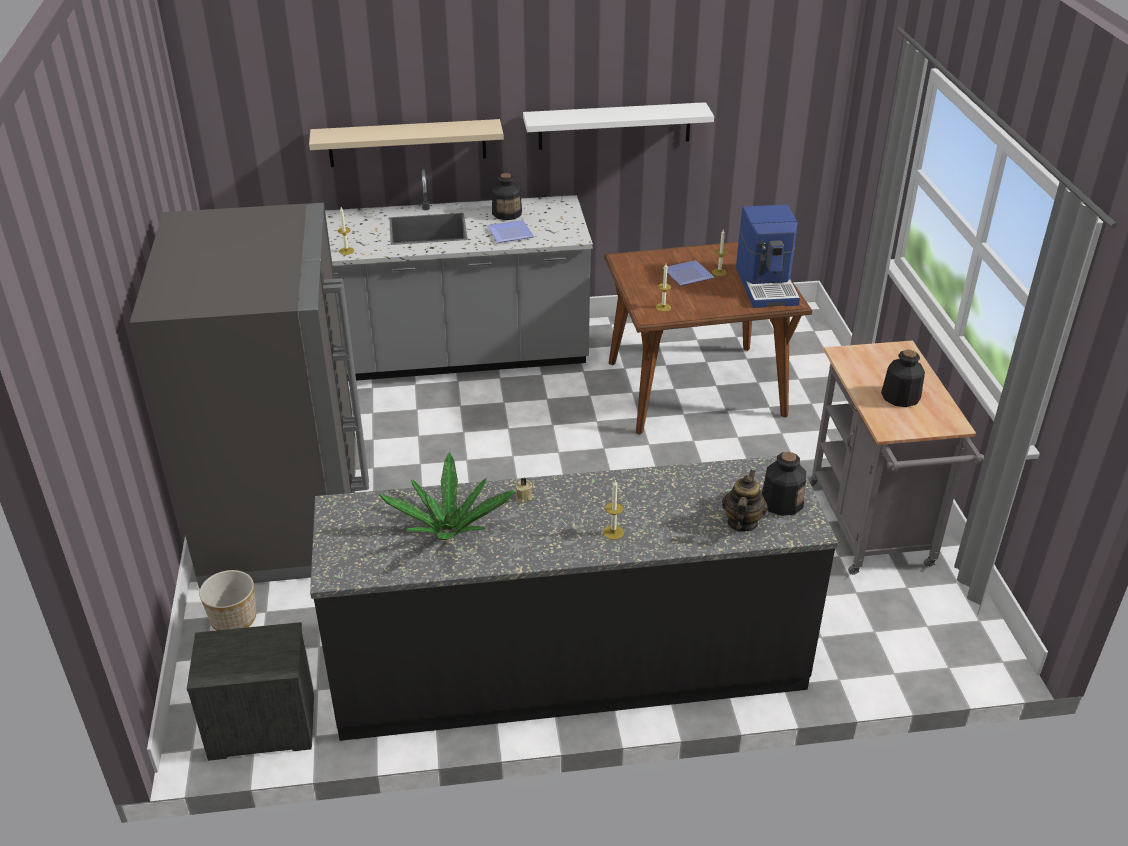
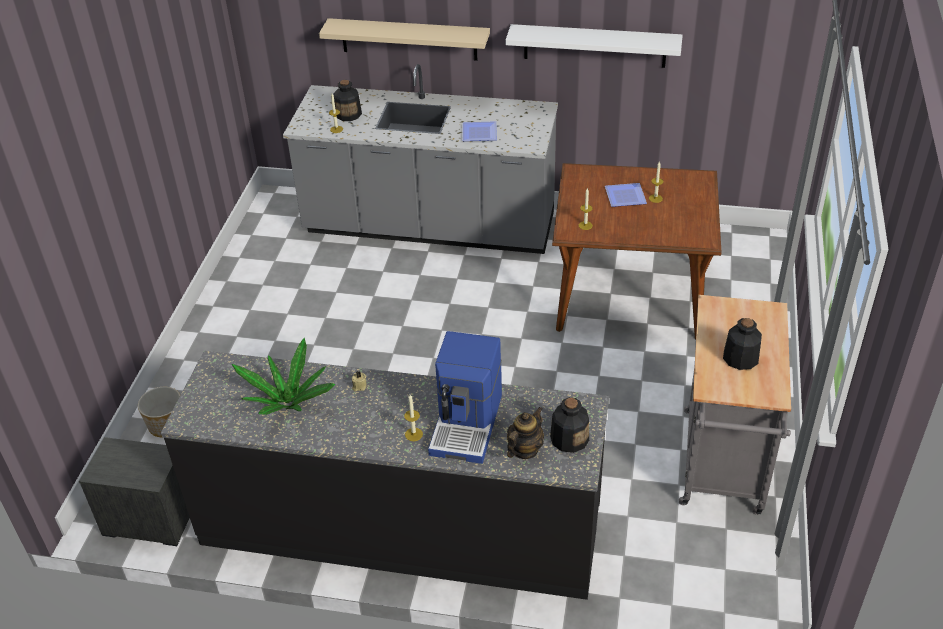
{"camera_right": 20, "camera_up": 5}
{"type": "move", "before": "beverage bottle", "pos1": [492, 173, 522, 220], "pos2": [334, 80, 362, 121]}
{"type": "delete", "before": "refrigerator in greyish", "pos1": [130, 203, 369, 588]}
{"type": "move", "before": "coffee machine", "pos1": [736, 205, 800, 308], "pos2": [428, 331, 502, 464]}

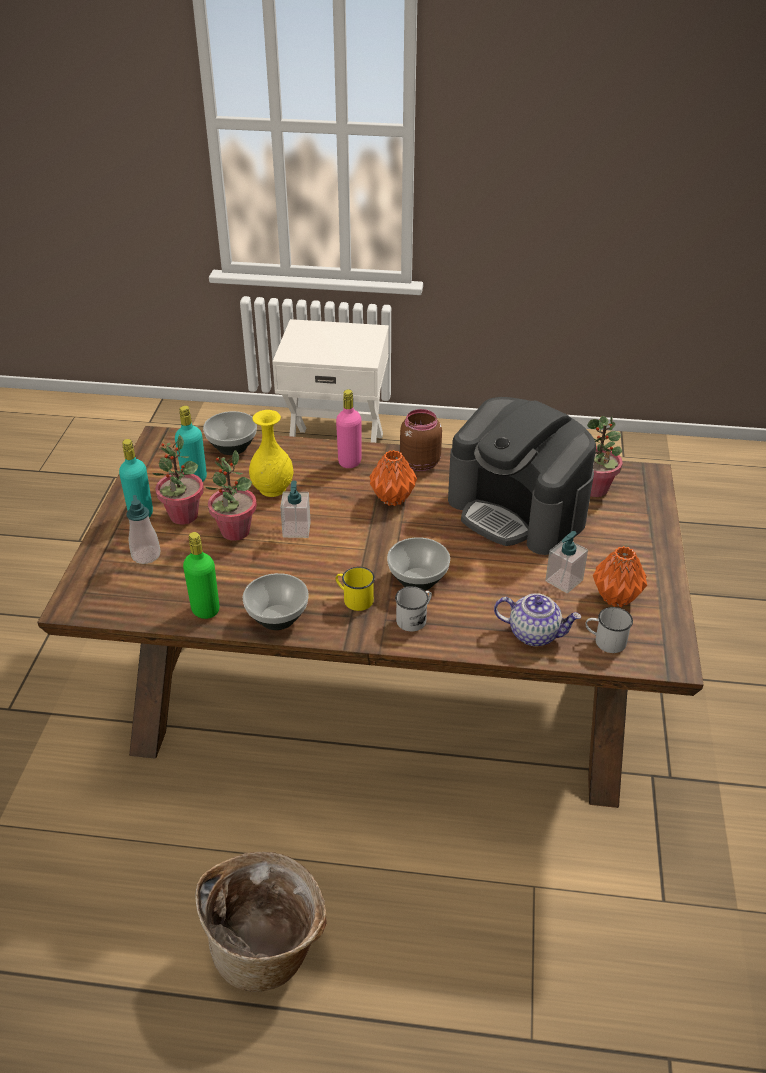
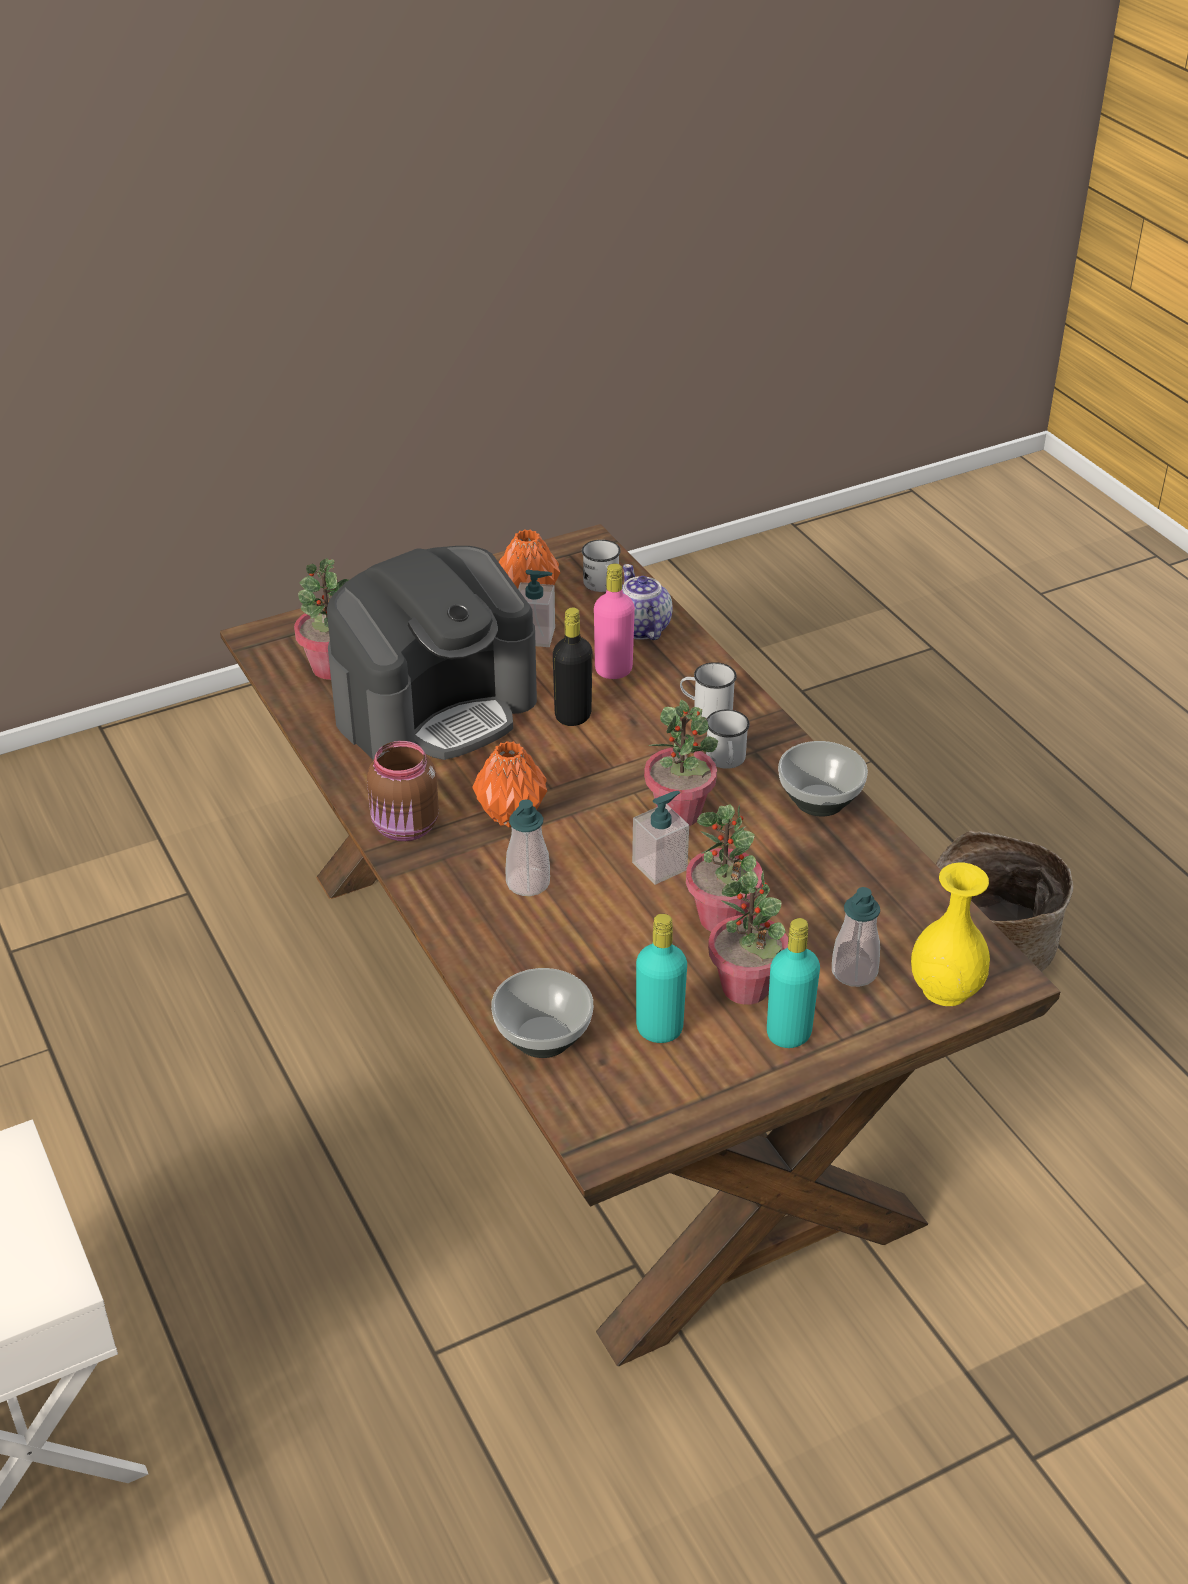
{"camera_right": -125, "camera_up": 0}
{"type": "move", "before": "beverage bottle in pink", "pos1": [336, 389, 361, 468], "pos2": [594, 563, 635, 679]}
{"type": "rotate", "before": "coffee machine", "pos1": [448, 397, 596, 555], "pos2": [327, 546, 537, 760], "turn": 45}
{"type": "move", "before": "vase in yellow-coloured", "pos1": [249, 410, 293, 497], "pos2": [911, 863, 990, 1006]}
{"type": "delete", "before": "beverage bottle in green", "pos1": [183, 532, 219, 619]}
{"type": "delete", "before": "serving bowl", "pos1": [387, 537, 450, 591]}
{"type": "recolor", "before": "tea mug in yellow-coloured", "after": "tea mug in whitish", "pos1": [336, 567, 375, 611], "pos2": [706, 709, 750, 769]}
{"type": "insert", "after": "beverage bottle in blackish", "pos2": [553, 608, 593, 726]}
{"type": "insert", "after": "potted plant", "pos2": [644, 699, 718, 826]}
{"type": "insert", "after": "liquid soap bottle", "pos2": [505, 799, 550, 896]}

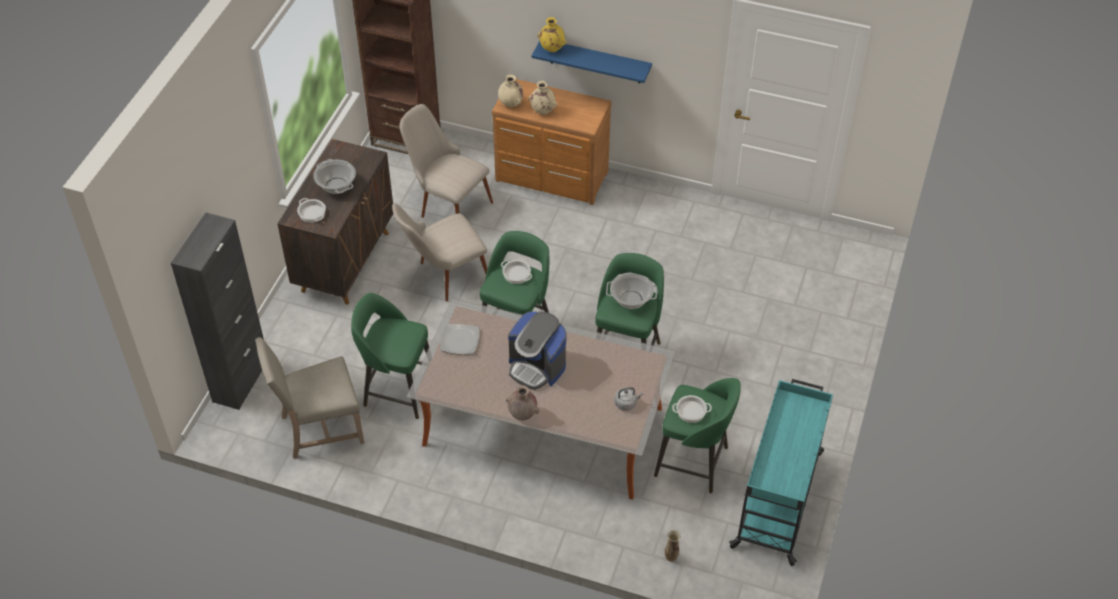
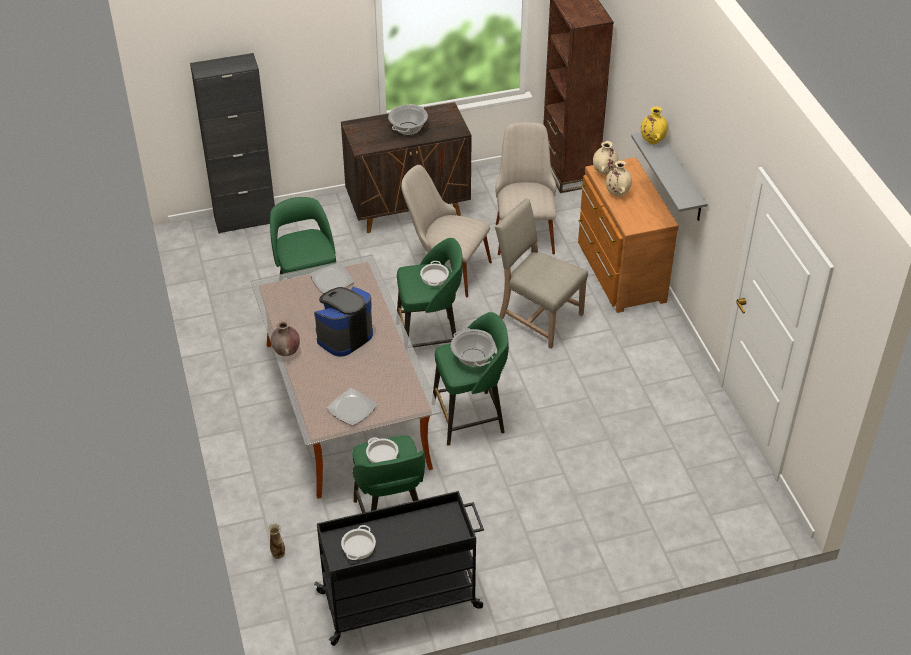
{"camera_right": 55, "camera_up": -5}
{"type": "recolor", "before": "shelf in blue", "after": "shelf in greyish", "pos1": [532, 41, 652, 83], "pos2": [631, 133, 707, 221]}
{"type": "move", "before": "saucepot", "pos1": [297, 198, 326, 223], "pos2": [341, 525, 376, 560]}
{"type": "rotate", "before": "coffee machine", "pos1": [508, 311, 567, 390], "pos2": [314, 287, 373, 357], "turn": 45}
{"type": "move", "before": "chair in beige-coloured", "pos1": [255, 337, 364, 459], "pos2": [495, 198, 588, 349]}
{"type": "recolor", "before": "wheeled cart in turquoise", "after": "wheeled cart in blackish", "pos1": [729, 379, 833, 566], "pos2": [314, 491, 484, 646]}
{"type": "replace", "before": "kettle in greyish", "after": "plate", "pos1": [614, 387, 643, 411], "pos2": [327, 388, 377, 426]}

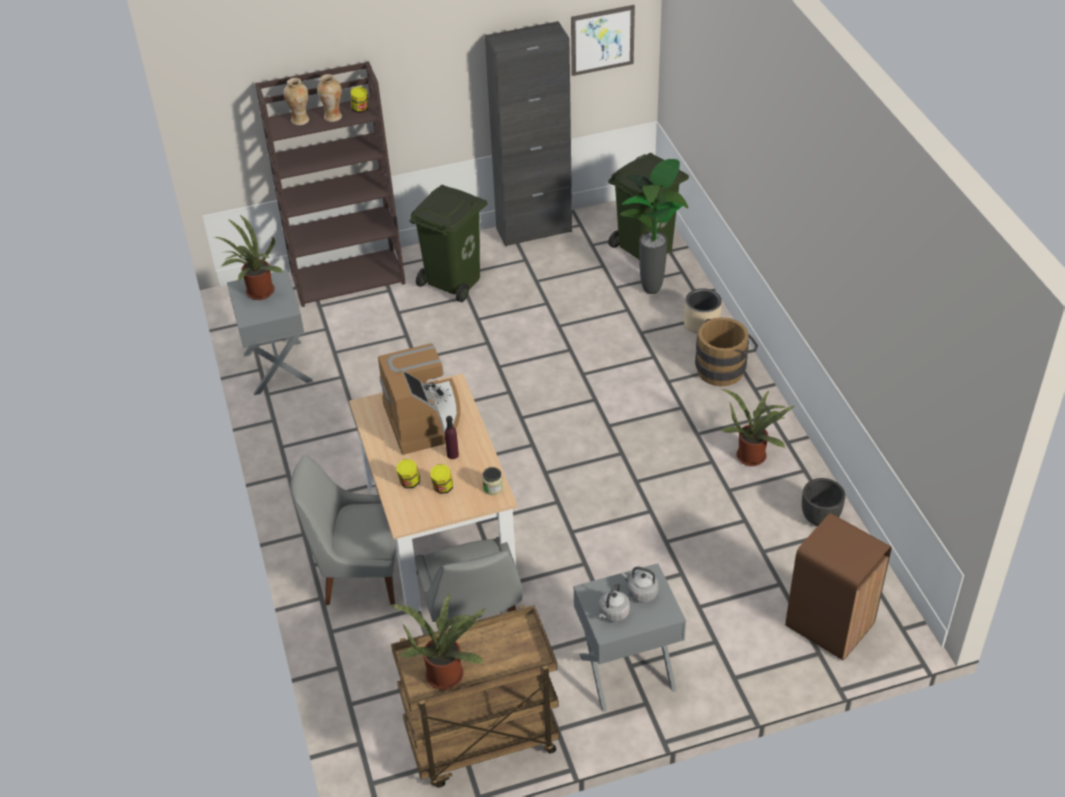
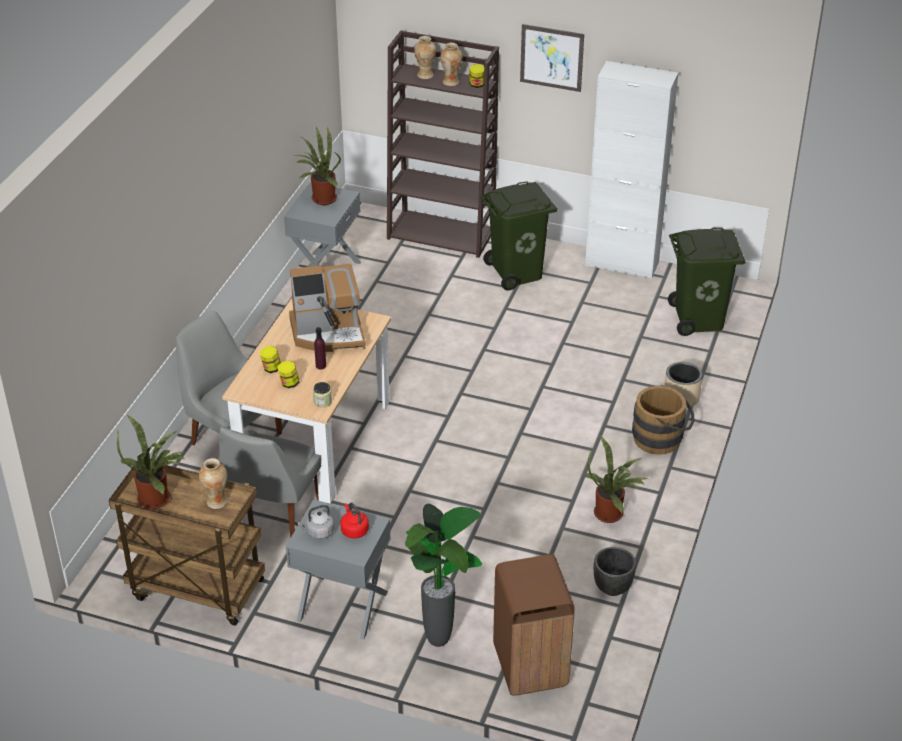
{"camera_right": 35, "camera_up": -5}
{"type": "move", "before": "picture", "pos1": [571, 5, 635, 76], "pos2": [520, 24, 584, 92]}
{"type": "recolor", "before": "cupboard in blackish", "after": "cupboard in whitish", "pos1": [485, 21, 572, 247], "pos2": [585, 61, 678, 279]}
{"type": "move", "before": "potted plant", "pos1": [620, 159, 688, 294], "pos2": [405, 504, 482, 647]}
{"type": "rotate", "before": "coffee machine", "pos1": [378, 343, 460, 455], "pos2": [289, 264, 366, 352], "turn": 60}
{"type": "recolor", "before": "kettle in greyish", "after": "kettle in red-coloured", "pos1": [621, 567, 659, 603], "pos2": [340, 502, 369, 539]}
{"type": "insert", "after": "vase", "pos2": [199, 458, 228, 509]}

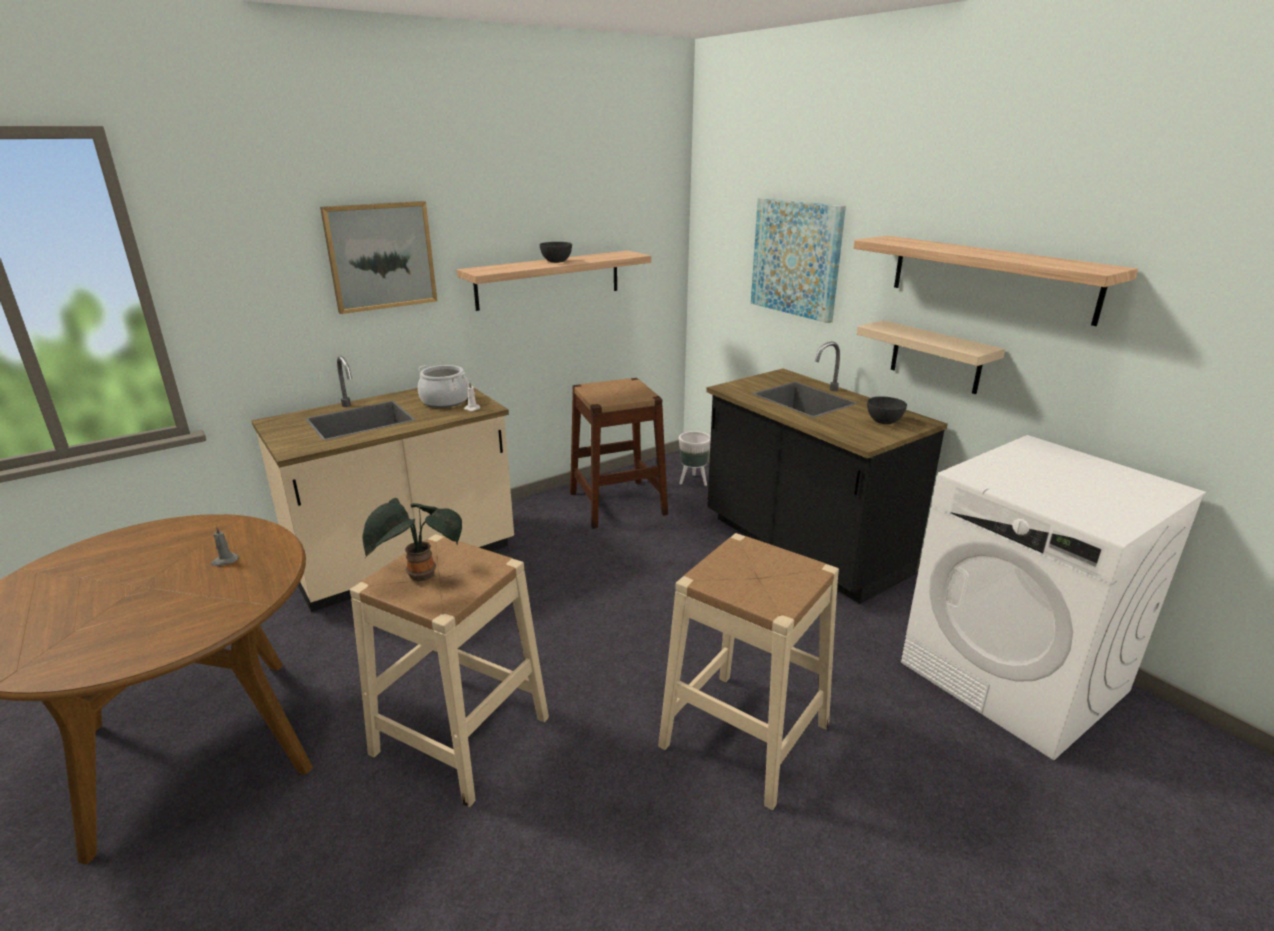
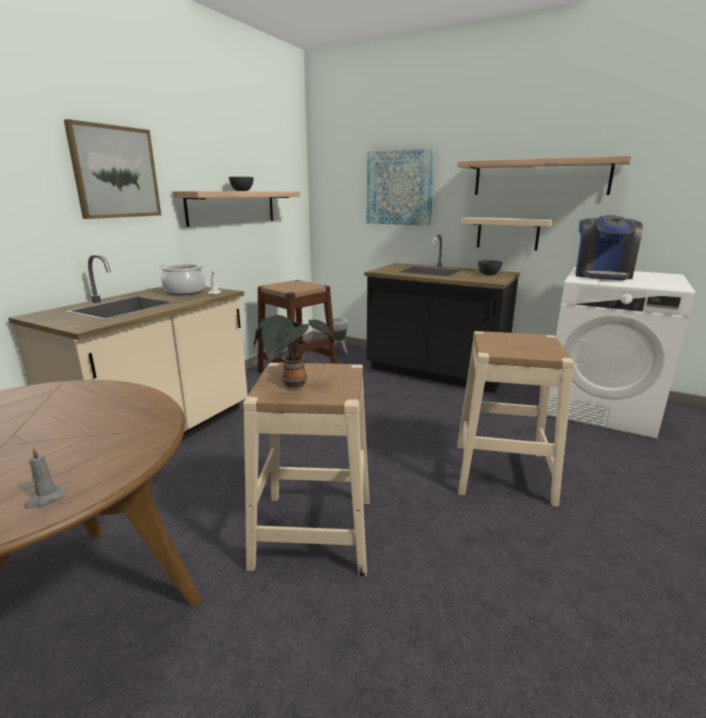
{"camera_right": -25, "camera_up": -5}
{"type": "move", "before": "wax candle in greyish", "pos1": [211, 526, 238, 566], "pos2": [24, 447, 66, 509]}
{"type": "insert", "after": "coffee machine", "pos2": [575, 215, 643, 280]}

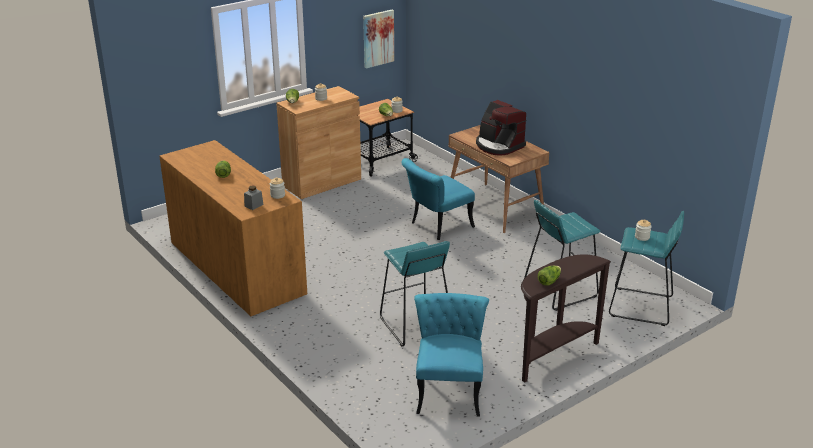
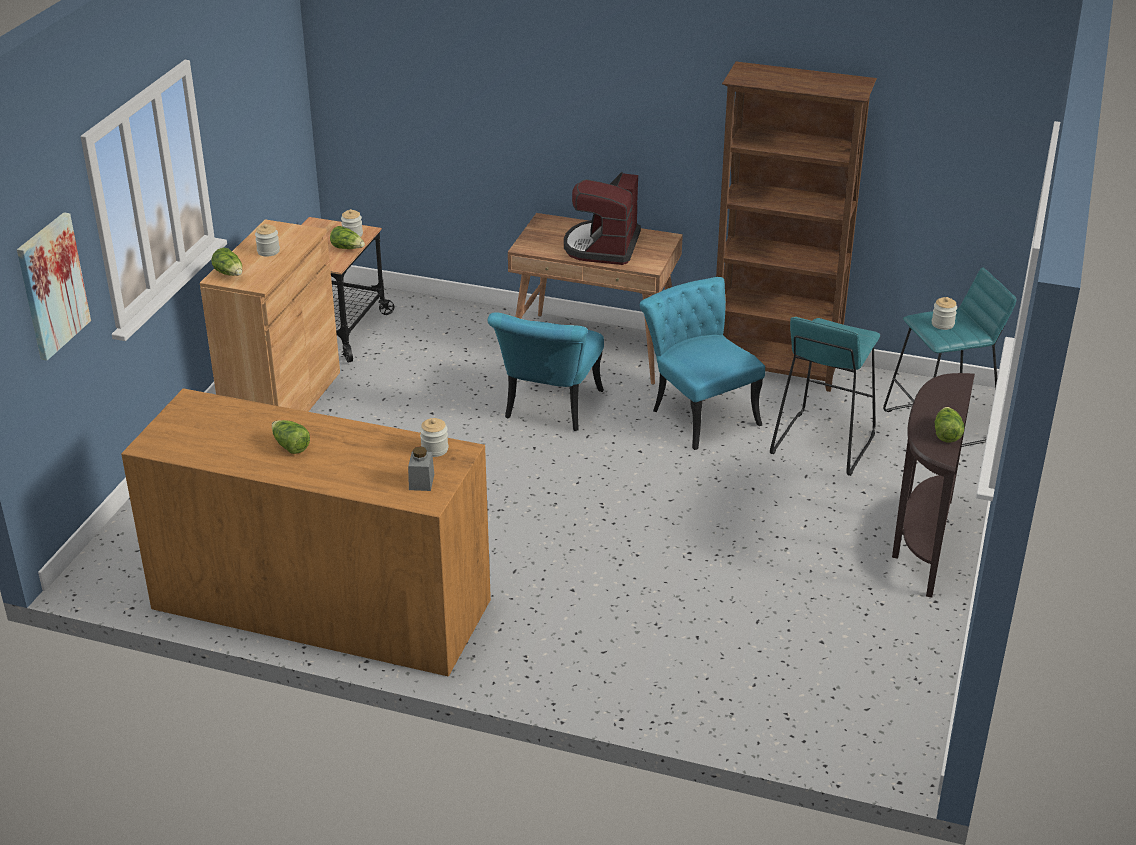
{"camera_right": -35, "camera_up": 5}
{"type": "move", "before": "picture", "pos1": [363, 10, 394, 68], "pos2": [17, 212, 91, 361]}
{"type": "rotate", "before": "coffee machine", "pos1": [476, 100, 527, 156], "pos2": [564, 172, 641, 265], "turn": 90}
{"type": "delete", "before": "stool seat in turquoise", "pos1": [380, 241, 450, 347]}
{"type": "move", "before": "chair in turquoise", "pos1": [414, 293, 489, 417], "pos2": [640, 277, 765, 450]}
{"type": "insert", "after": "bookshelf in brown", "pos2": [716, 62, 877, 392]}

